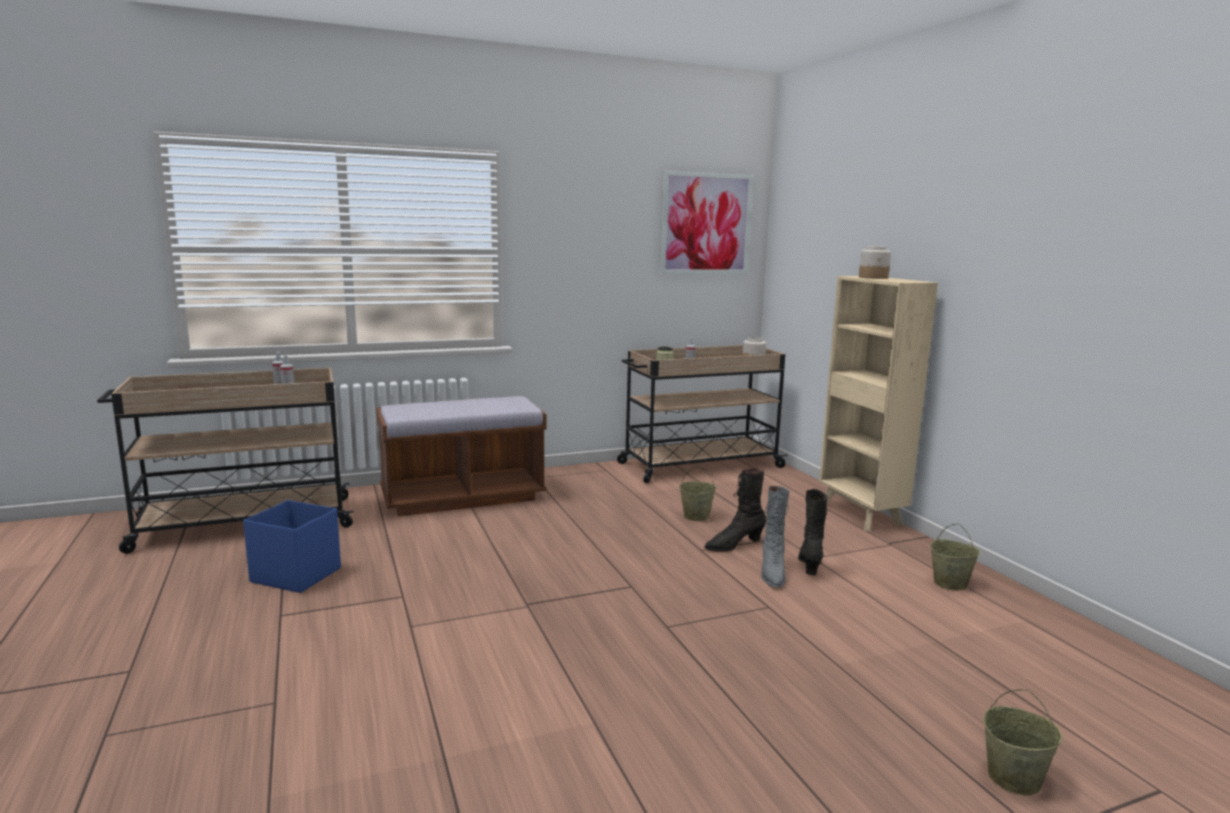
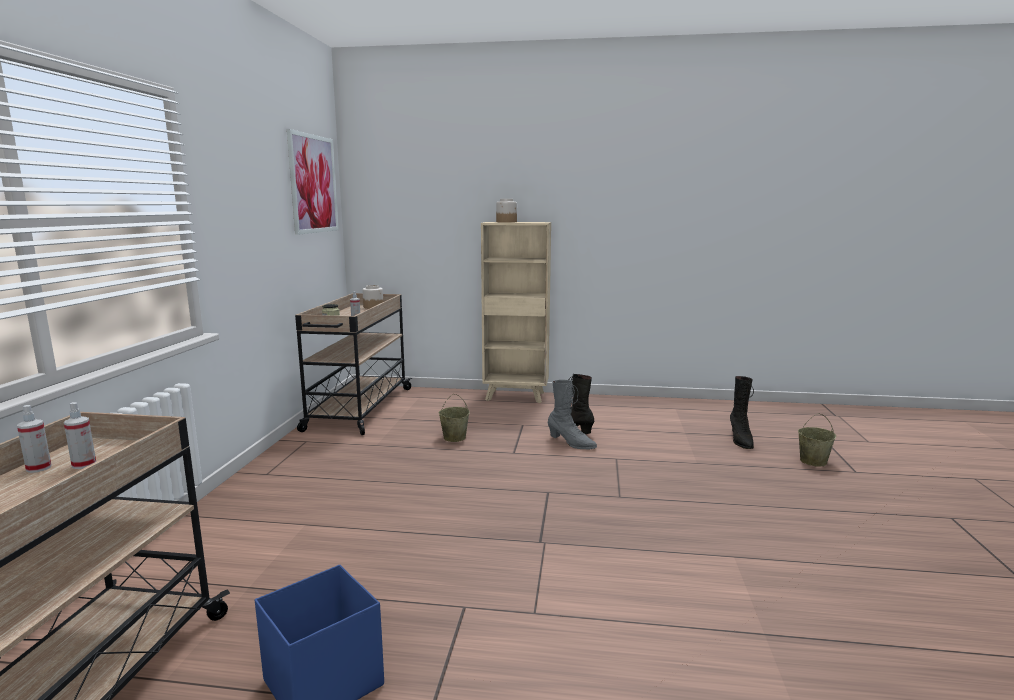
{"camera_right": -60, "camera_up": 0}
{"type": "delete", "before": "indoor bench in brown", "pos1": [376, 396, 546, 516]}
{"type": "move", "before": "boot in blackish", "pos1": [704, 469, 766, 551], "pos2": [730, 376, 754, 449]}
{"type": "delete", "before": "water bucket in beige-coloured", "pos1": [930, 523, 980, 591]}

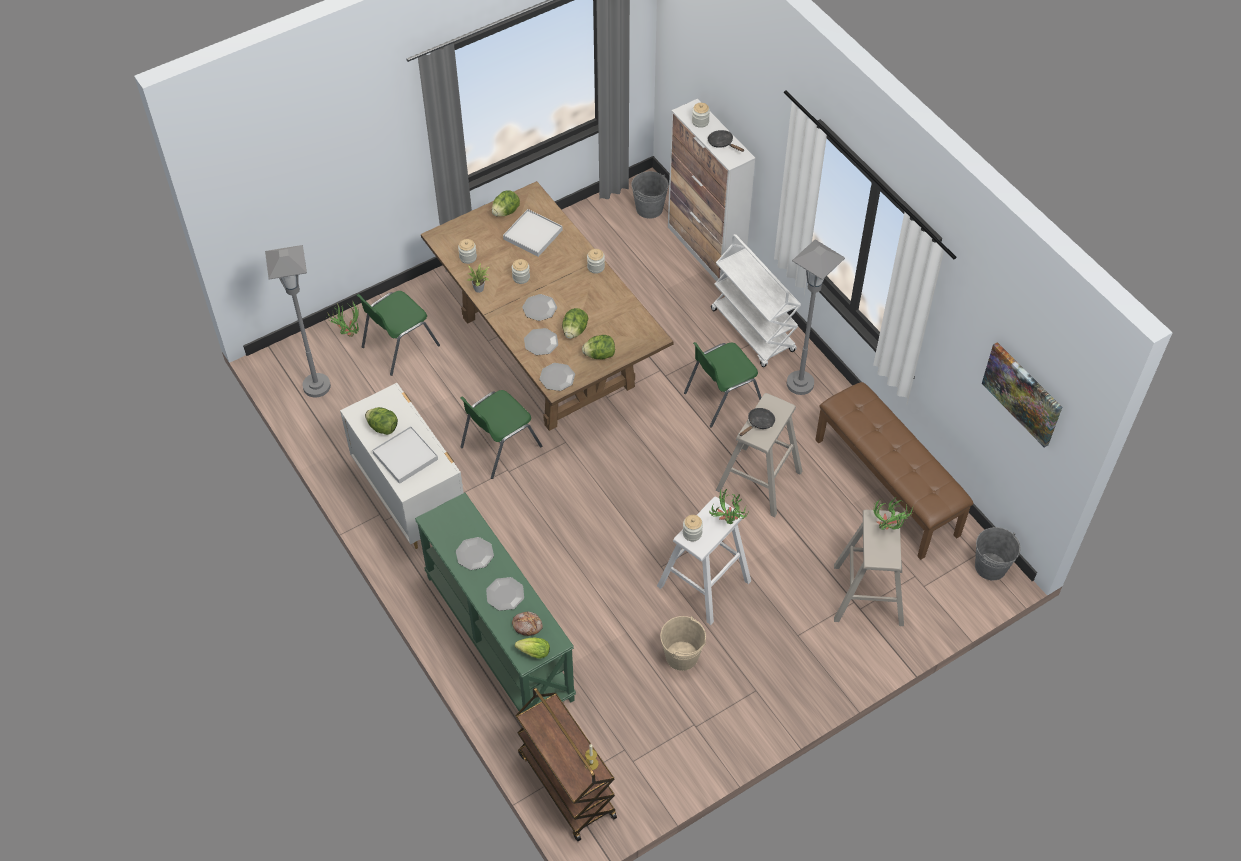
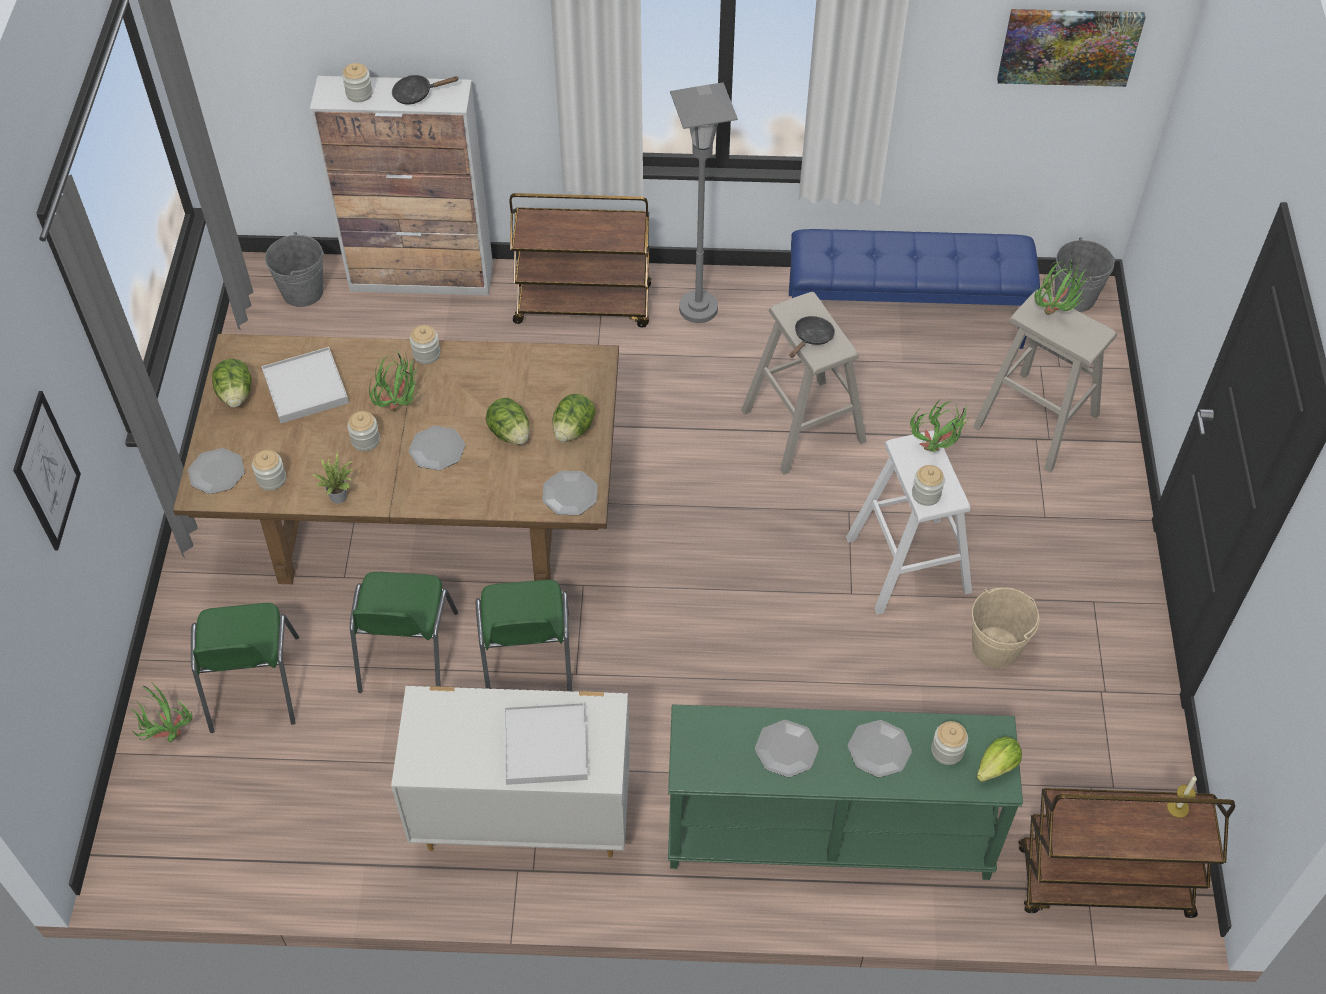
{"camera_right": -55, "camera_up": 0}
{"type": "recolor", "before": "wheeled cart in whitish", "after": "wheeled cart in brown", "pos1": [711, 234, 801, 367], "pos2": [510, 193, 651, 327]}
{"type": "delete", "before": "floor lamp in greyish", "pos1": [265, 245, 331, 398]}
{"type": "move", "before": "plate", "pos1": [524, 328, 558, 355], "pos2": [188, 448, 245, 494]}
{"type": "move", "before": "chair in green", "pos1": [684, 342, 762, 428], "pos2": [350, 572, 458, 693]}
{"type": "recolor", "before": "indoor bench in brown", "after": "indoor bench in blue", "pos1": [816, 382, 973, 560], "pos2": [789, 229, 1040, 349]}
{"type": "delete", "before": "head of lettuce", "pos1": [365, 407, 398, 435]}
{"type": "rotate", "before": "skillet in blackish", "pos1": [740, 408, 775, 436], "pos2": [789, 316, 835, 358], "turn": 45}
{"type": "replace", "before": "bread", "after": "preserve jar", "pos1": [512, 612, 543, 636], "pos2": [931, 721, 968, 765]}
{"type": "insert", "after": "potted plant", "pos2": [369, 349, 418, 412]}
{"type": "insert", "after": "picture", "pos2": [13, 391, 81, 550]}

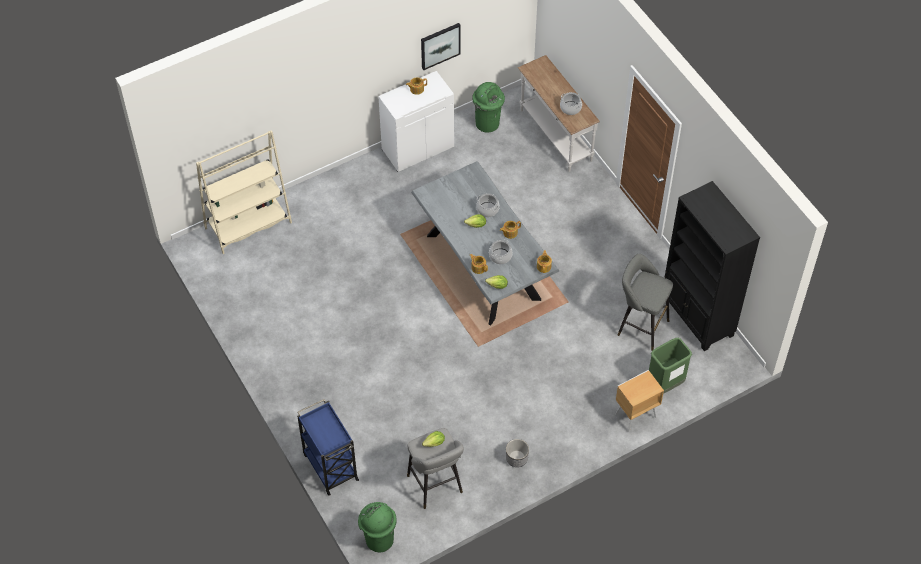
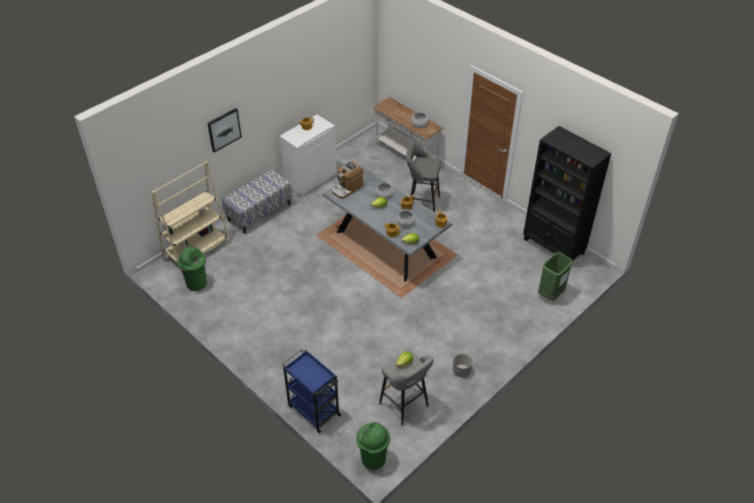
{"camera_right": -15, "camera_up": -10}
{"type": "move", "before": "picture", "pos1": [421, 23, 461, 70], "pos2": [207, 108, 242, 153]}
{"type": "move", "before": "rubbish bin in green", "pos1": [472, 82, 505, 132], "pos2": [178, 247, 207, 291]}
{"type": "move", "before": "stool seat in greyish", "pos1": [618, 254, 673, 351], "pos2": [406, 142, 441, 212]}
{"type": "delete", "before": "bedside table in brown", "pos1": [615, 370, 664, 432]}
{"type": "insert", "after": "coffee machine", "pos2": [332, 161, 363, 199]}
{"type": "insert", "after": "indoor bench", "pos2": [222, 169, 292, 234]}

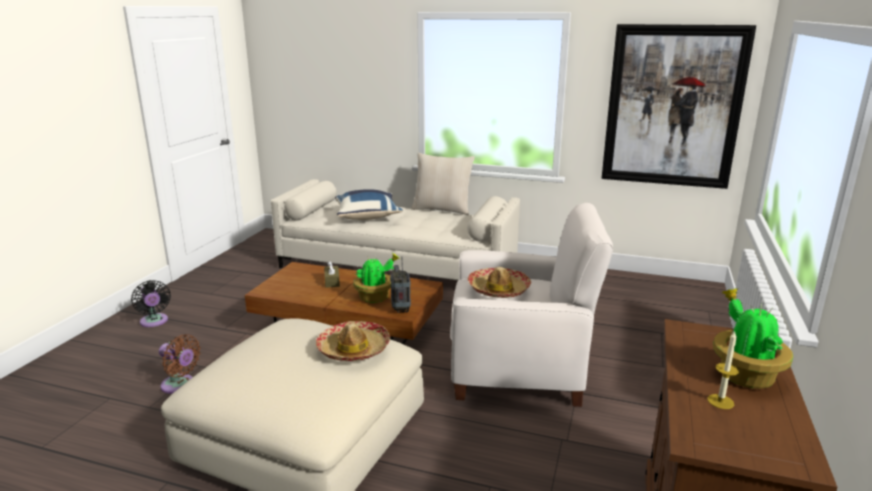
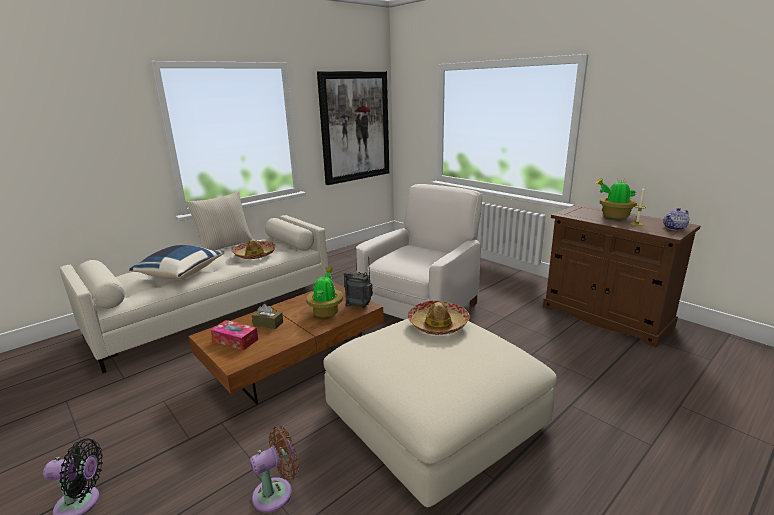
{"camera_right": -60, "camera_up": 0}
{"type": "move", "before": "hat", "pos1": [468, 267, 531, 298], "pos2": [232, 239, 276, 259]}
{"type": "insert", "after": "pot for tea", "pos2": [663, 208, 689, 231]}
{"type": "insert", "after": "tissue holder", "pos2": [210, 320, 258, 350]}

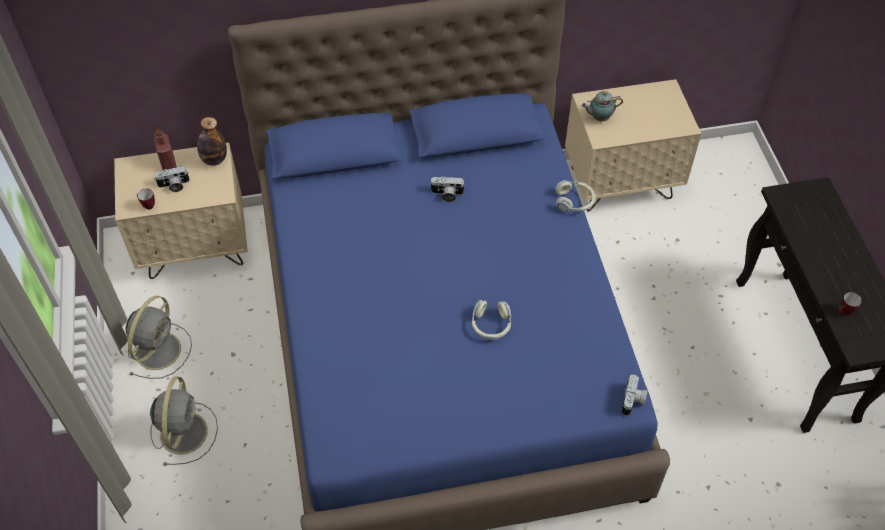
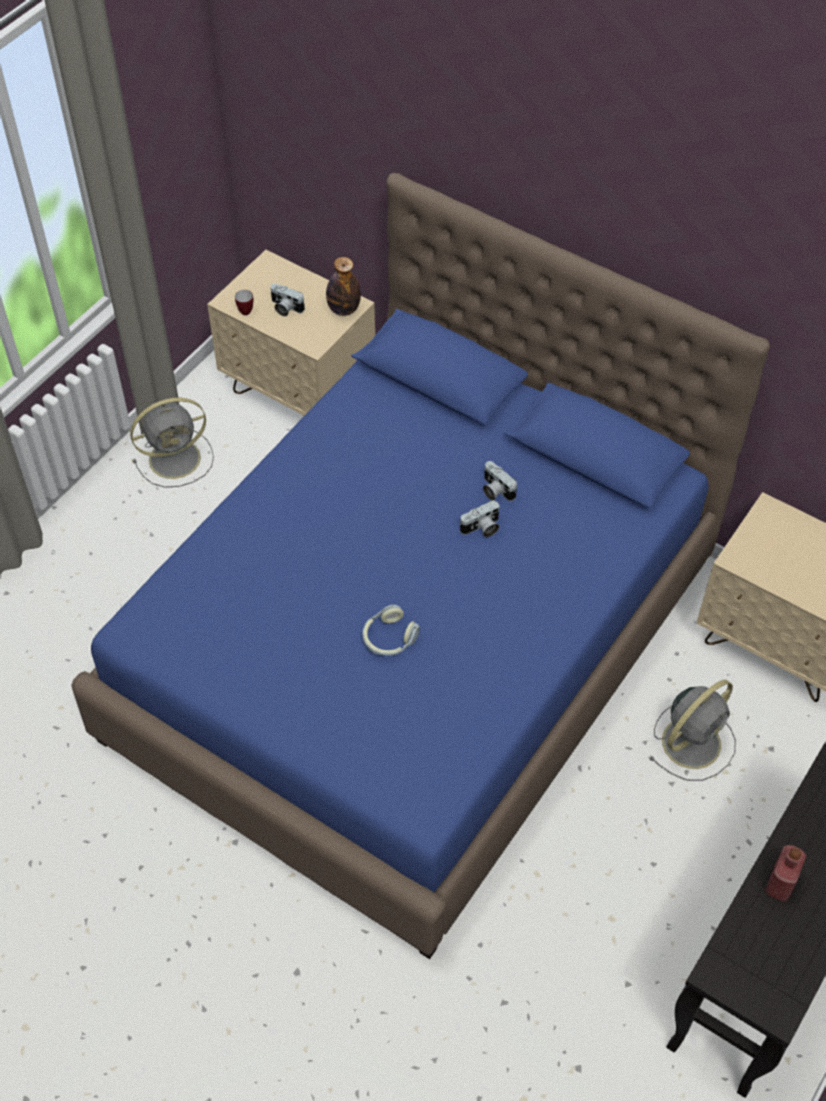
{"camera_right": 45, "camera_up": 0}
{"type": "delete", "before": "pot for tea", "pos1": [582, 91, 623, 121]}
{"type": "move", "before": "beverage bottle in red-coloured", "pos1": [153, 129, 177, 170], "pos2": [765, 845, 806, 901]}
{"type": "delete", "before": "headset", "pos1": [555, 180, 596, 212]}
{"type": "delete", "before": "tea mug", "pos1": [837, 292, 862, 315]}
{"type": "move", "before": "still camera", "pos1": [622, 374, 648, 416], "pos2": [460, 500, 499, 537]}
{"type": "move", "before": "cooling fan in greyish", "pos1": [150, 376, 218, 466], "pos2": [649, 679, 736, 781]}

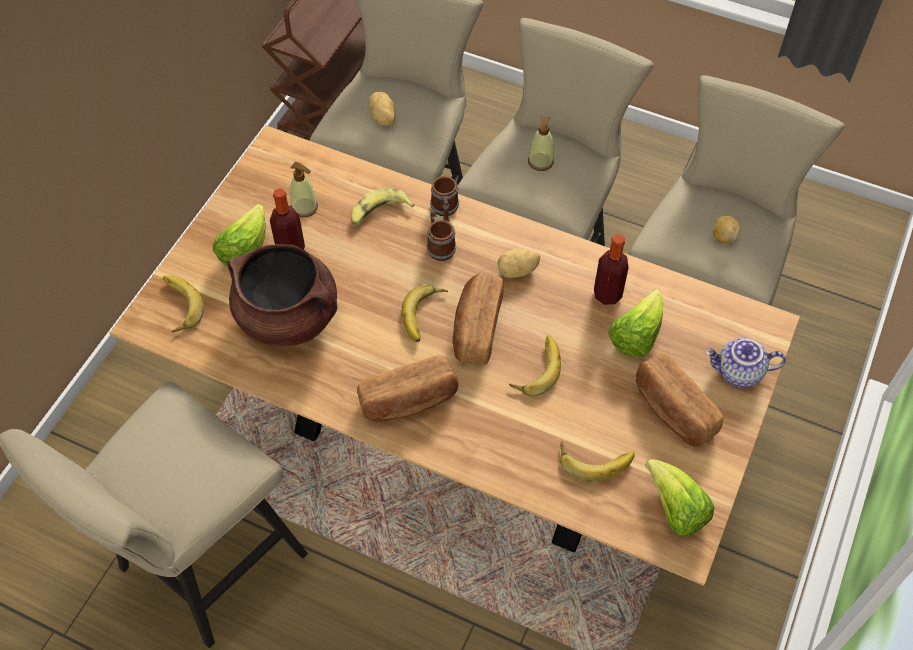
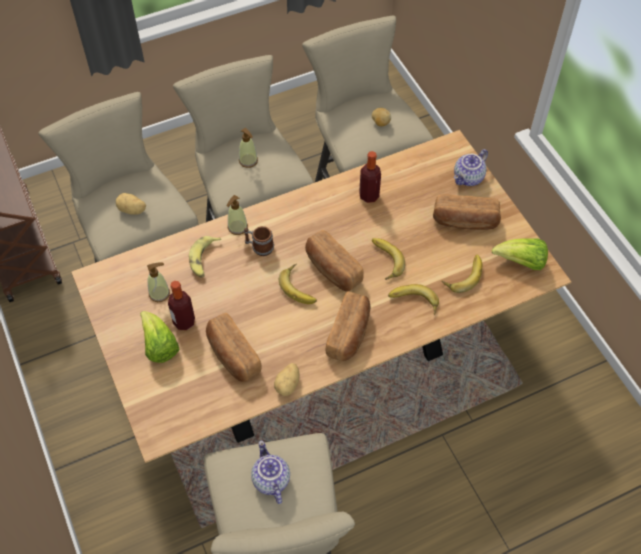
{"camera_right": -50, "camera_up": 0}
{"type": "replace", "before": "tea mug", "after": "liquid soap bottle", "pos1": [430, 176, 459, 222], "pos2": [226, 195, 248, 235]}
{"type": "replace", "before": "saucepot in brown", "after": "bread", "pos1": [228, 244, 337, 346], "pos2": [206, 313, 262, 382]}
{"type": "move", "before": "whole potato", "pos1": [497, 249, 540, 278], "pos2": [274, 363, 300, 396]}
{"type": "move", "before": "banana fruit", "pos1": [163, 275, 204, 332], "pos2": [388, 284, 439, 315]}
{"type": "delete", "before": "head of lettuce", "pos1": [608, 289, 663, 358]}
{"type": "insert", "after": "pot for tea", "pos2": [251, 440, 290, 504]}

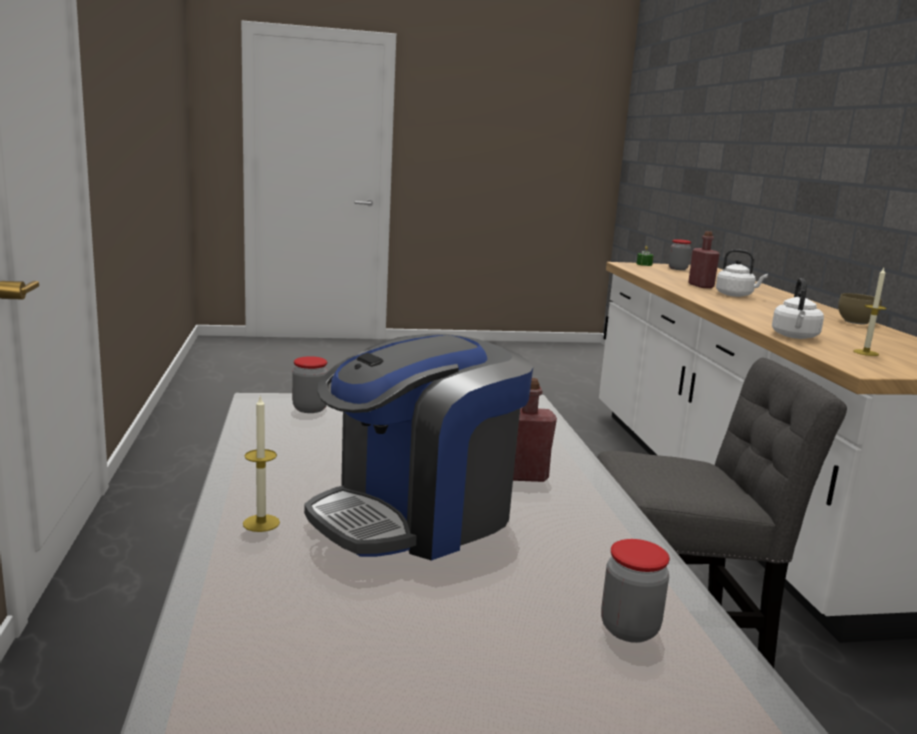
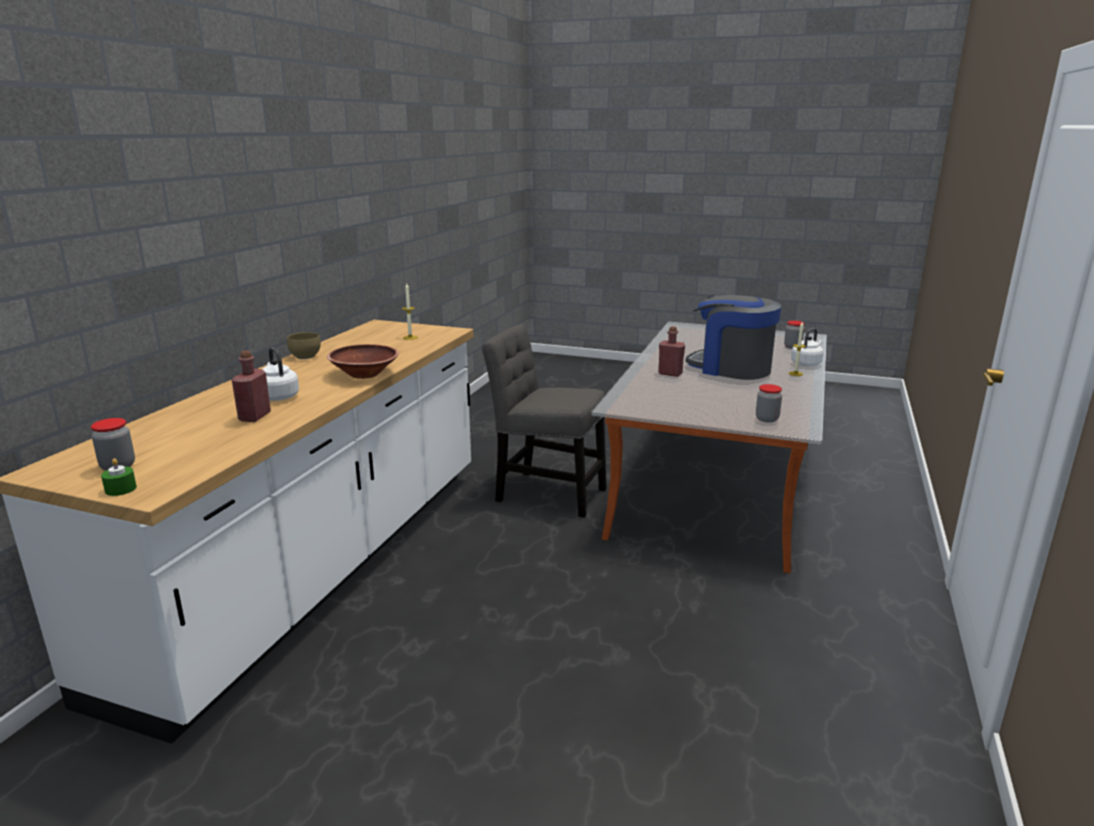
{"camera_right": -150, "camera_up": 5}
{"type": "move", "before": "kettle in whitish", "pos1": [772, 278, 824, 339], "pos2": [791, 328, 824, 366]}
{"type": "rotate", "before": "coffee machine", "pos1": [304, 333, 533, 561], "pos2": [685, 295, 781, 380], "turn": -135}
{"type": "move", "before": "preserve jar", "pos1": [601, 539, 670, 643], "pos2": [784, 320, 805, 349]}
{"type": "insert", "after": "serving bowl in brown", "pos2": [327, 344, 399, 379]}

